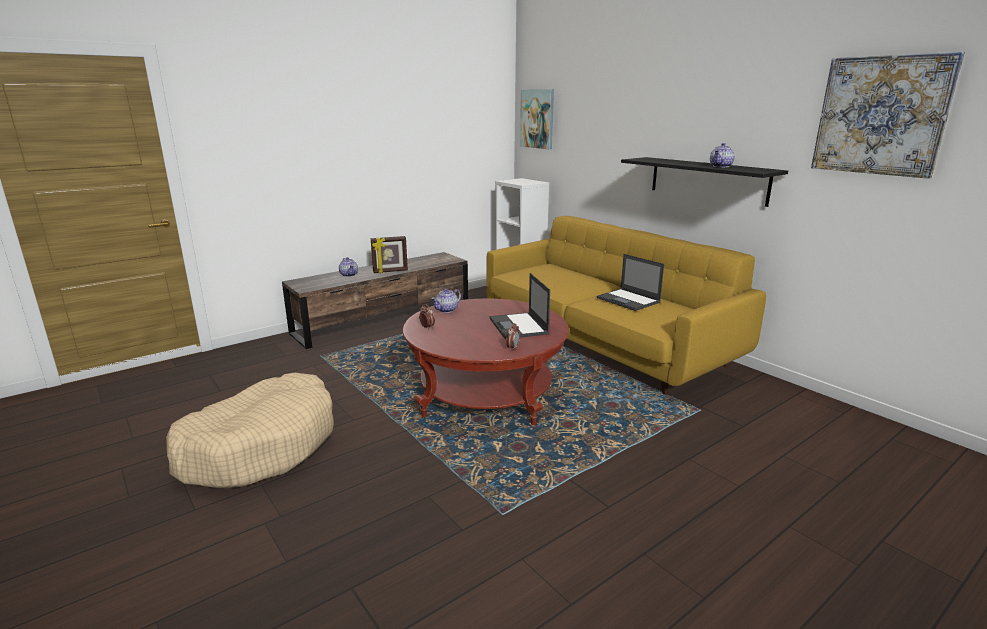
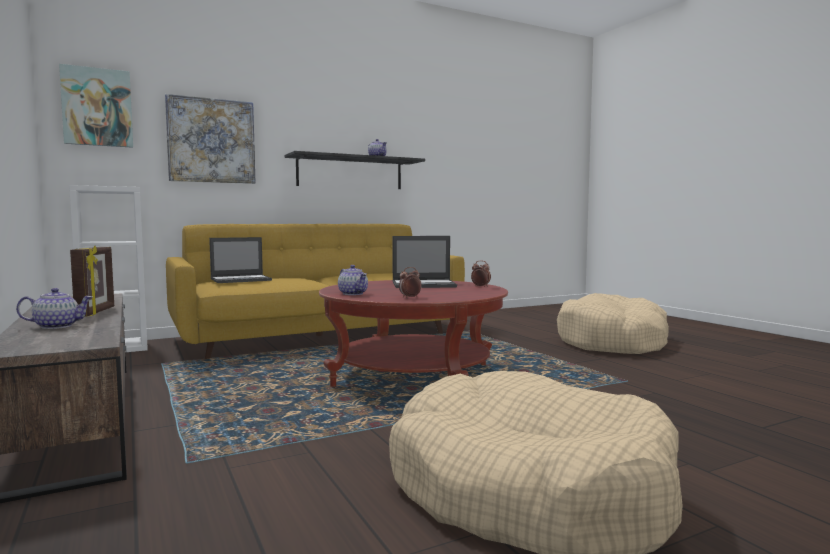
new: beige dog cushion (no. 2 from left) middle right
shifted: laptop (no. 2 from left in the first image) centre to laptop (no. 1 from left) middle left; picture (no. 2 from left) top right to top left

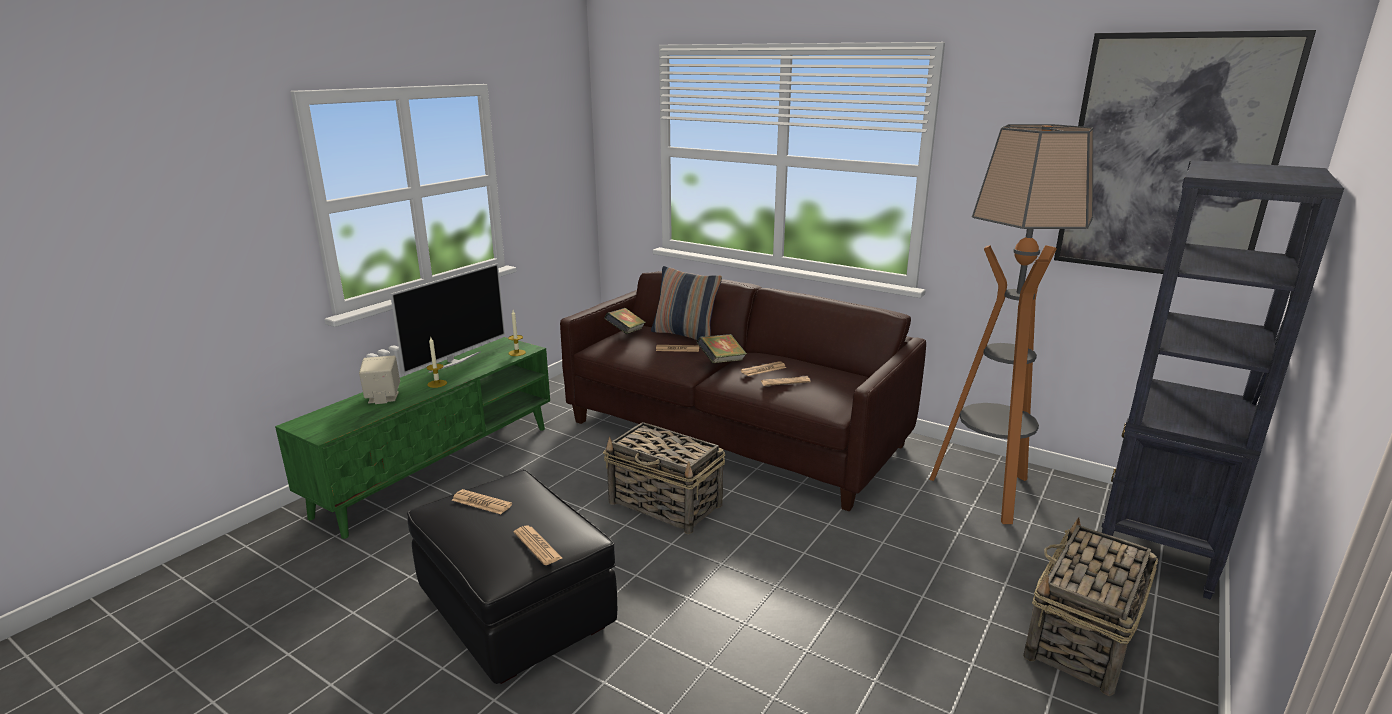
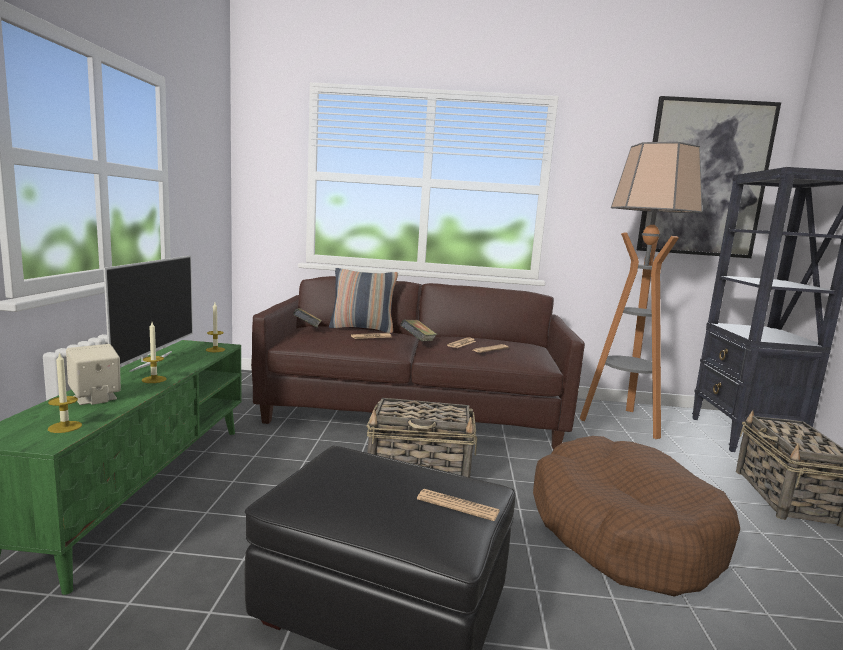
gone: daily paper (no. 1 from left) bottom centre
new: wax candle (no. 1 from left) middle left; brown-coloured dog cushion bottom right

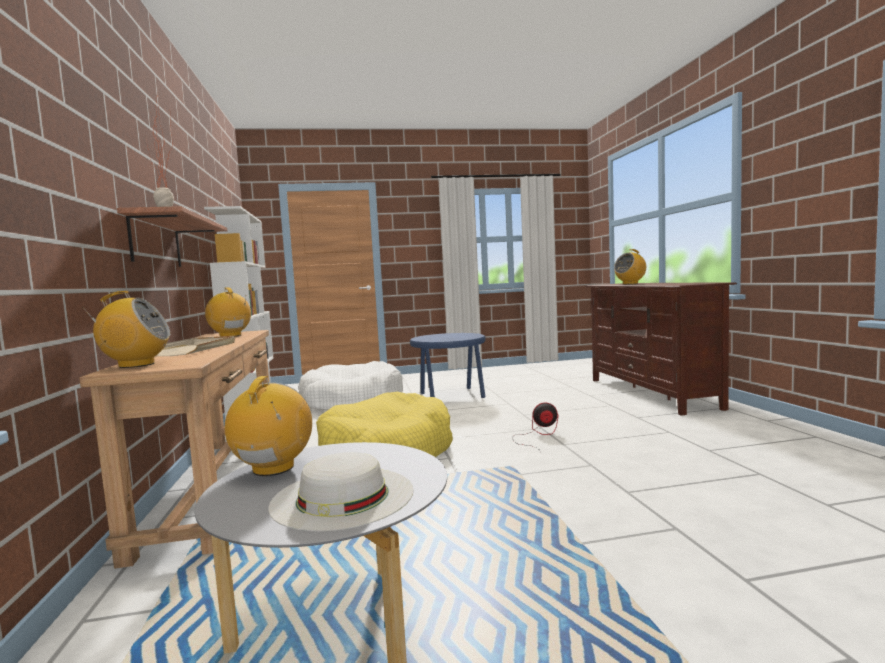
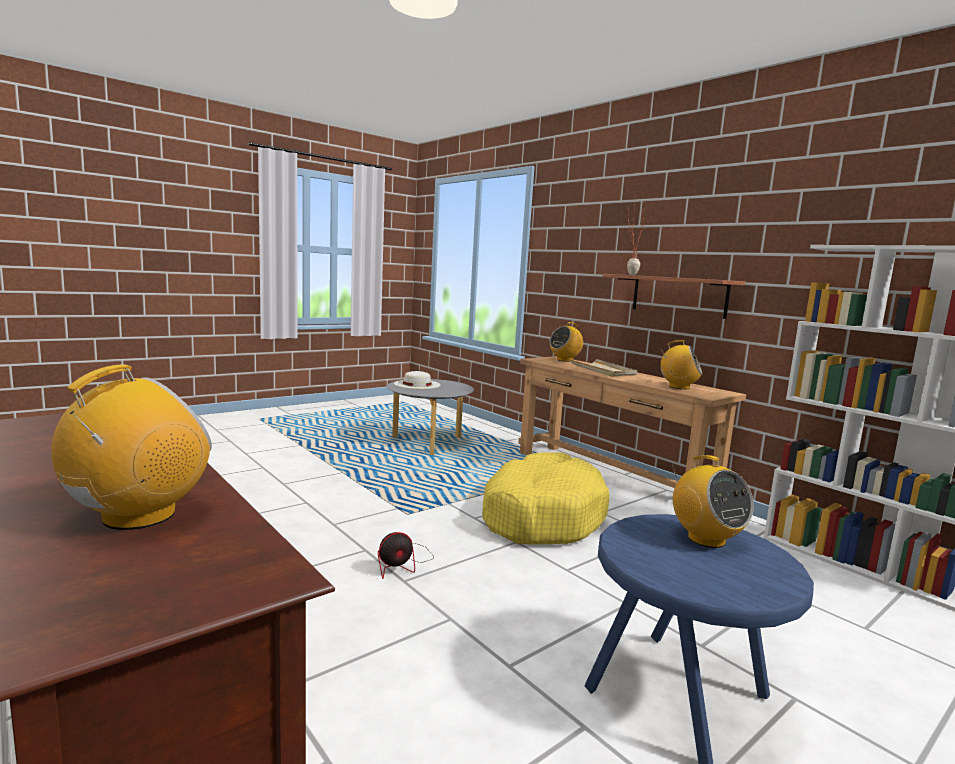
gone: white-coloured dog cushion centre
shifted: radio (no. 3 from left in the first image) middle left to radio (no. 4 from left) middle right

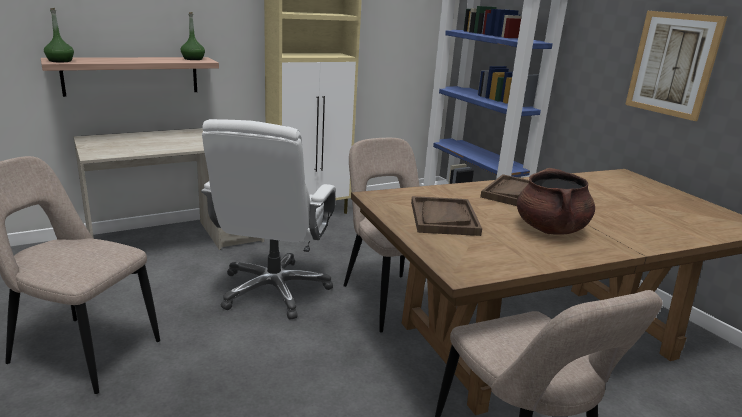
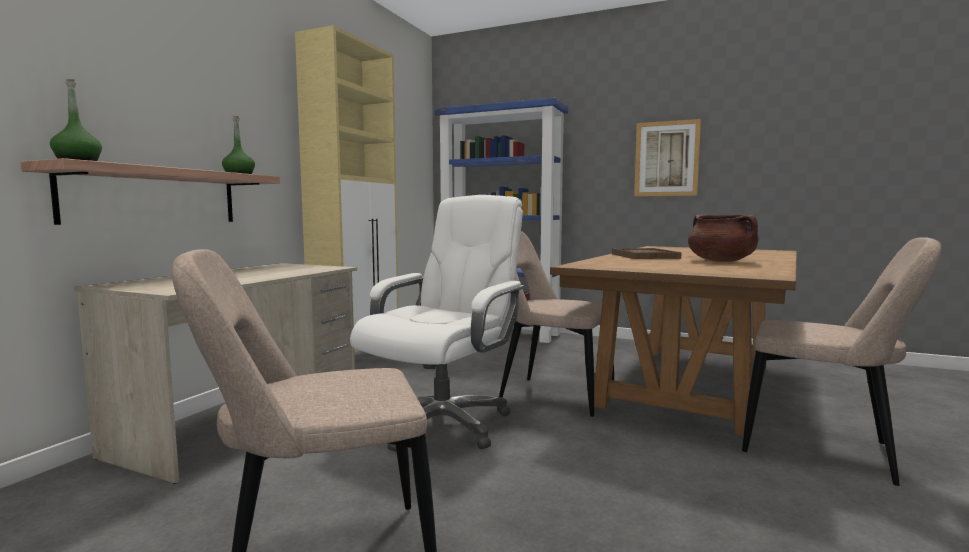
gone: brown-coloured carrying tray (no. 1 from left) centre
rotated: white-coloured computer chair centre = centre 120 degrees counterclockwise

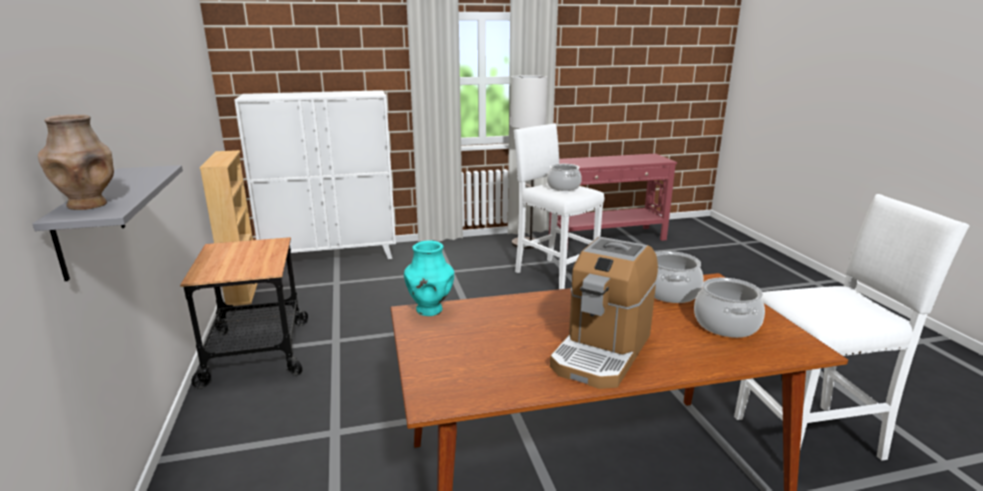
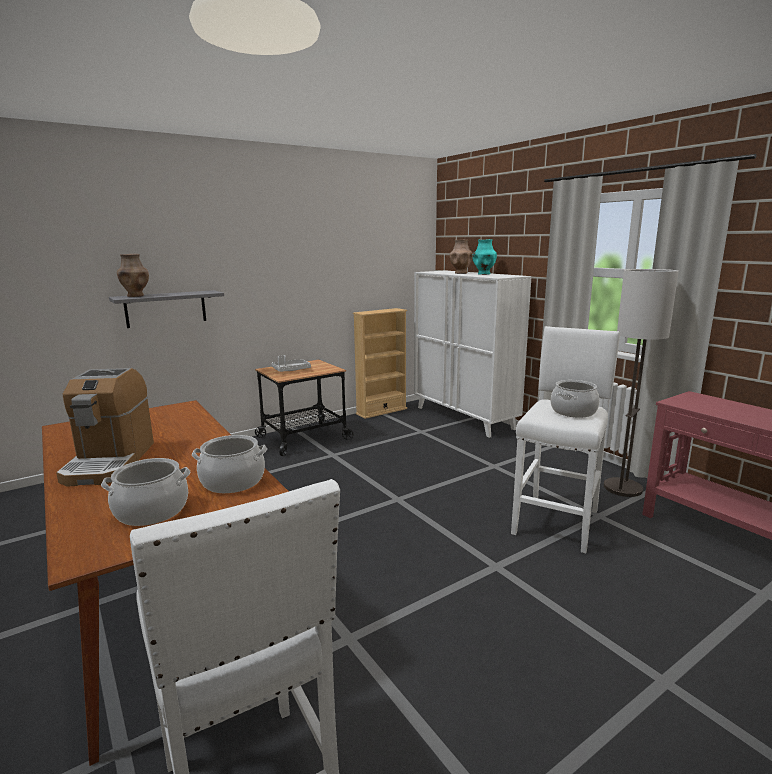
new: grey carrying tray centre; brown-coloured flower vase (no. 2 from left) top centre
shifted: turquoise-coloured flower vase centre to top centre
rotated: coffee brewer centre = middle left 105 degrees counterclockwise

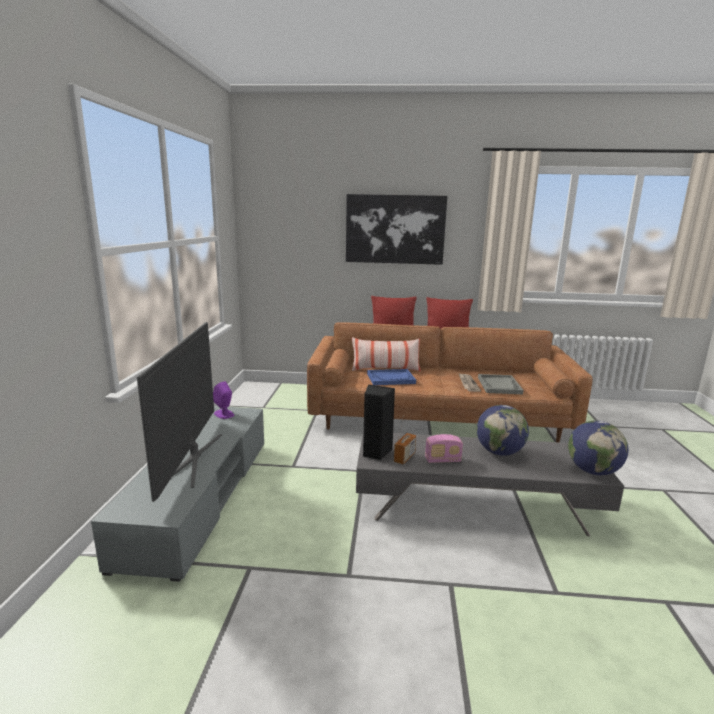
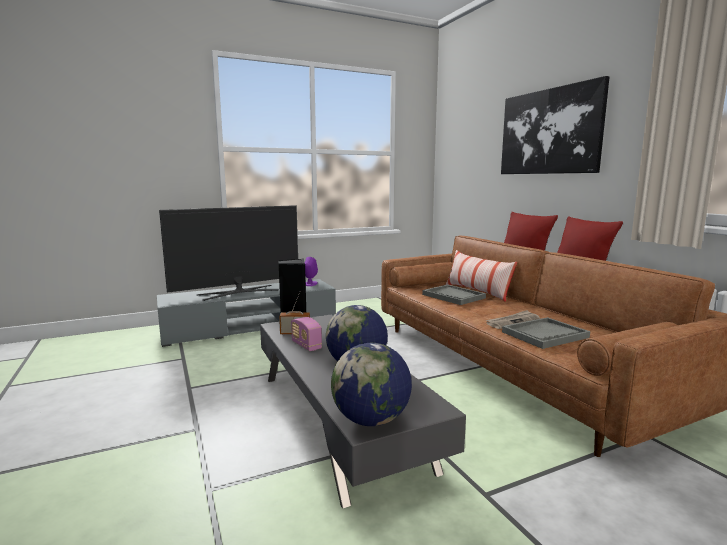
repainted: bluish carrying tray centre to grey carrying tray (no. 1 from left) centre

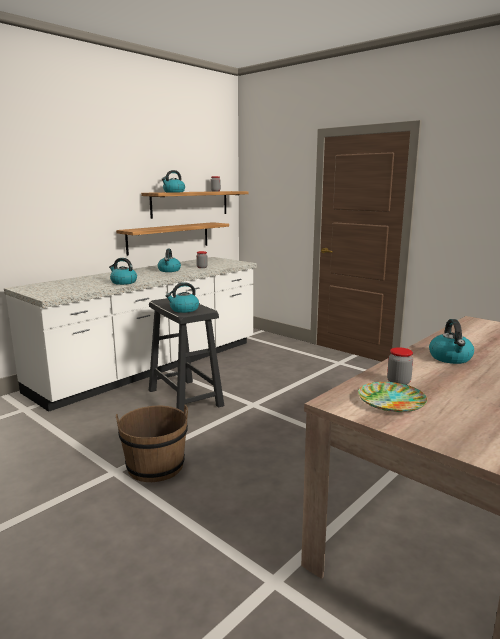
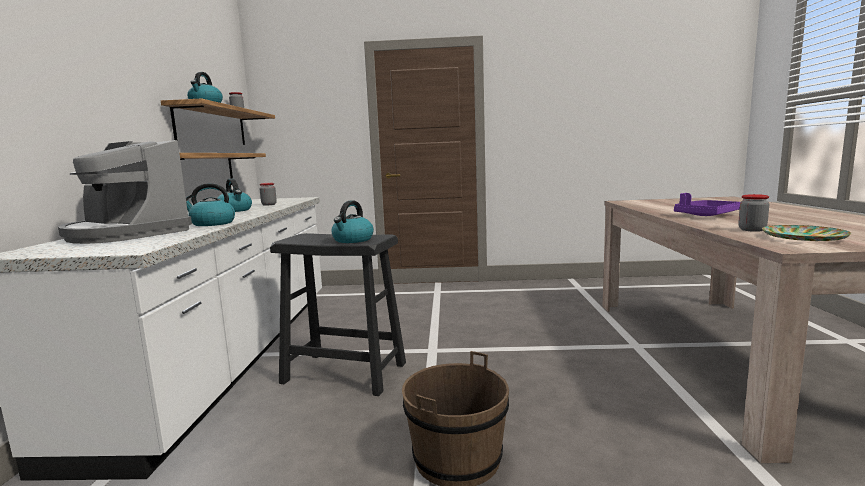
new: coffee brewer middle left
swapped: water kettle (no. 5 from left) middle right to purple-coloured carrying tray middle right

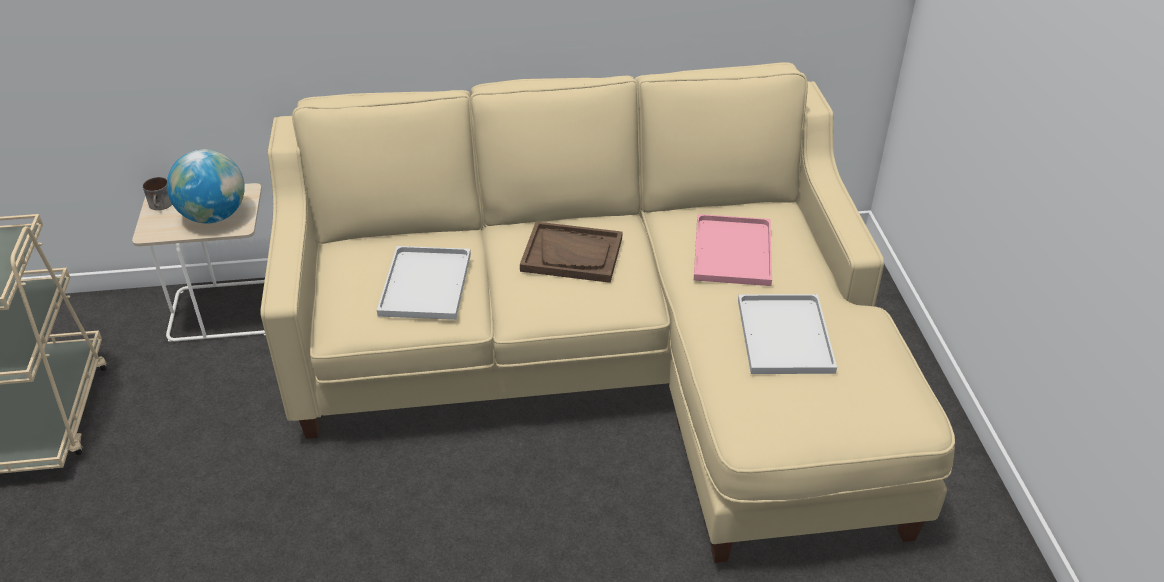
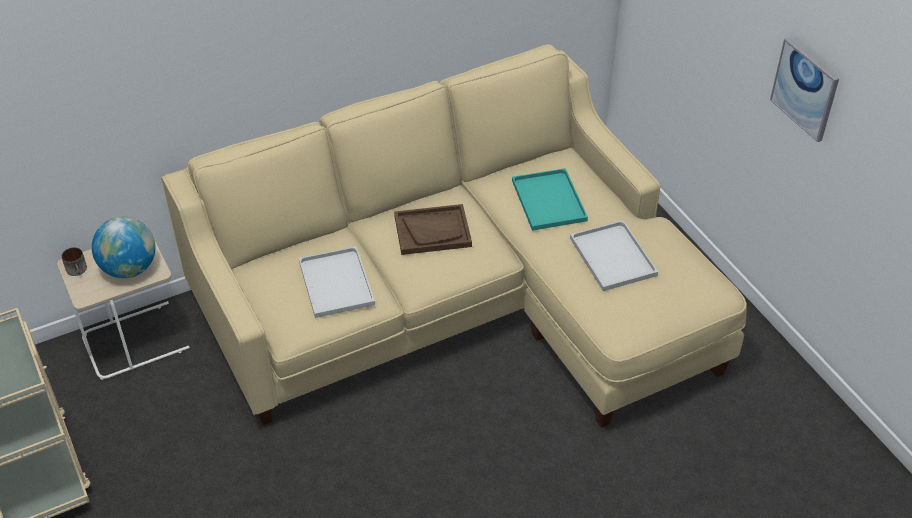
new: picture top right
repainted: pinkish carrying tray centre to turquoise-coloured carrying tray centre

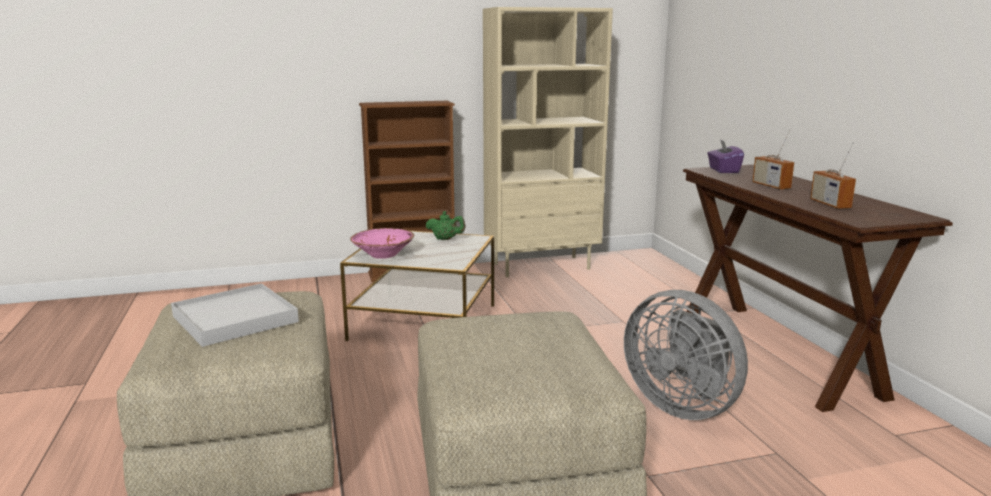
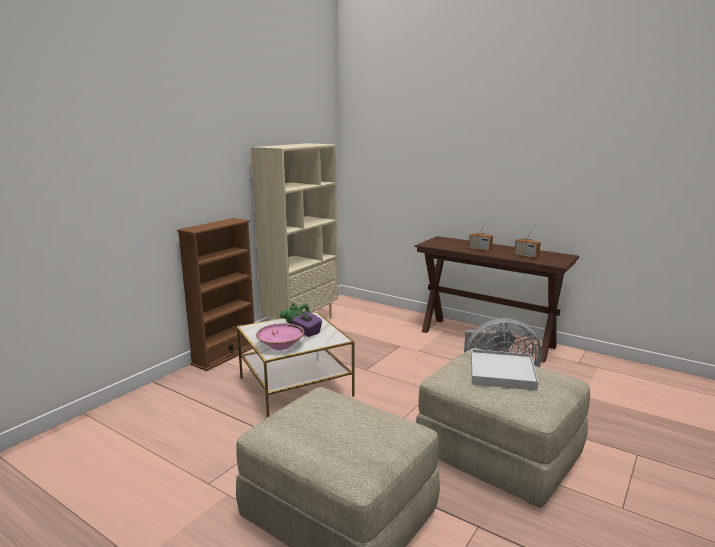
shifted: white-coloured carrying tray middle left to bottom right; purple-coloured tissue box top right to centre

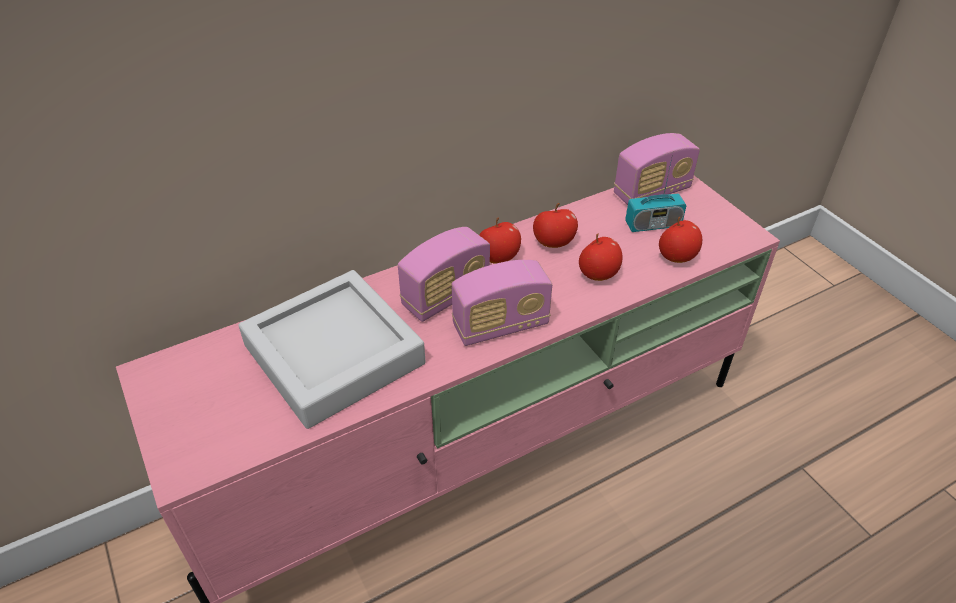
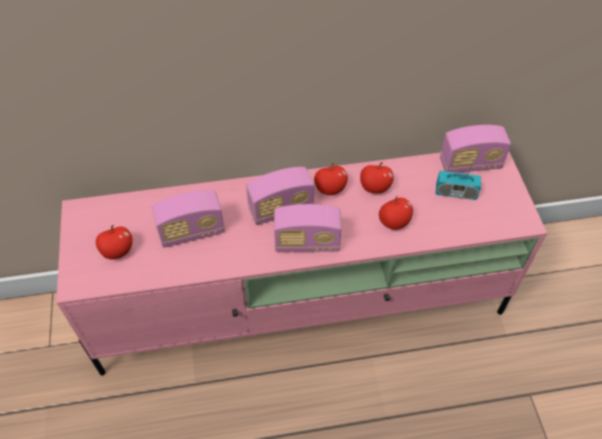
shifted: apple (no. 4 from left in the first image) middle right to apple (no. 1 from left) middle left
swapped: grey carrying tray centre to radio (no. 1 from left) middle left

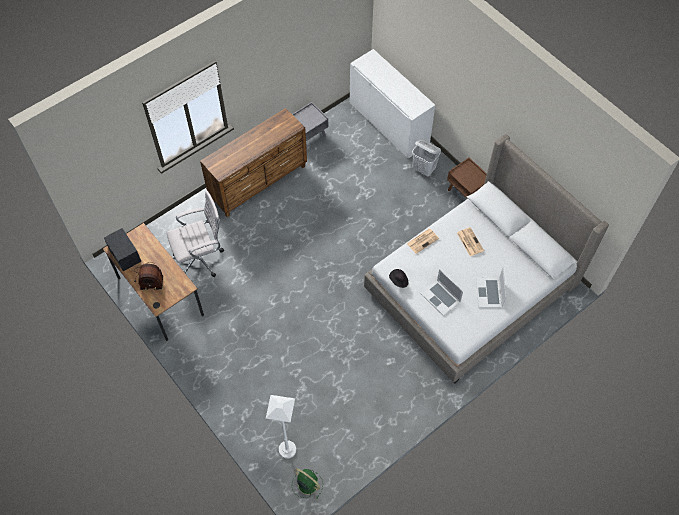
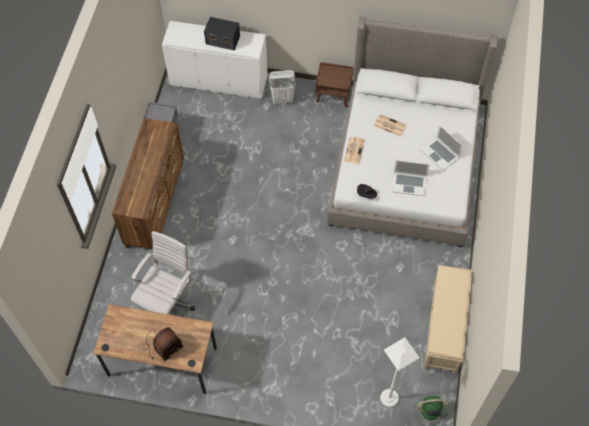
new: beige indoor bench bottom right
shifted: radio (no. 1 from left in the first image) middle left to radio (no. 2 from left) top centre

